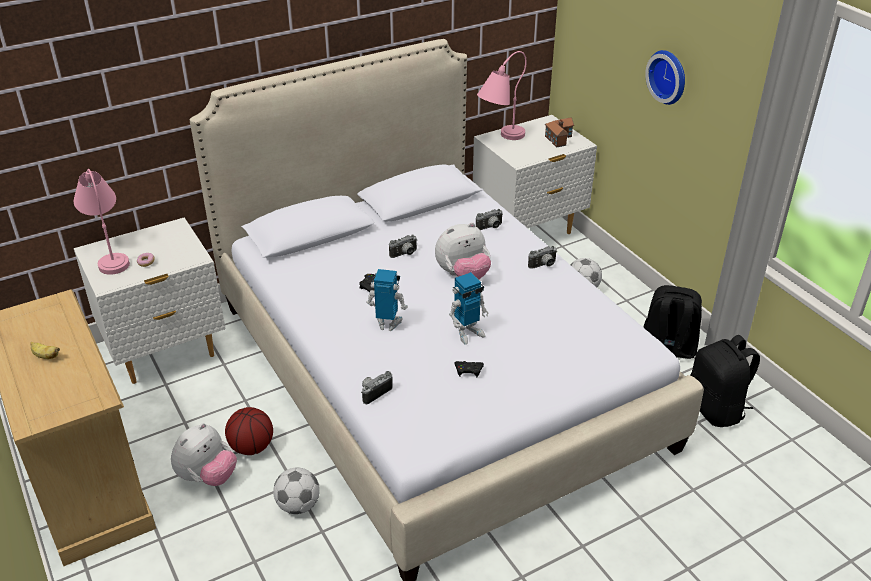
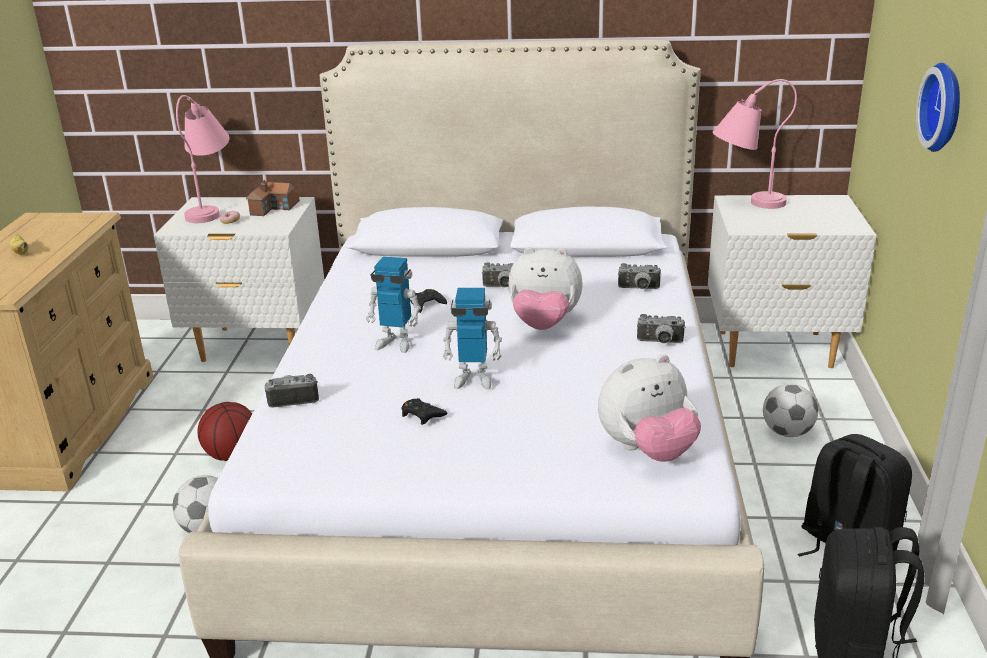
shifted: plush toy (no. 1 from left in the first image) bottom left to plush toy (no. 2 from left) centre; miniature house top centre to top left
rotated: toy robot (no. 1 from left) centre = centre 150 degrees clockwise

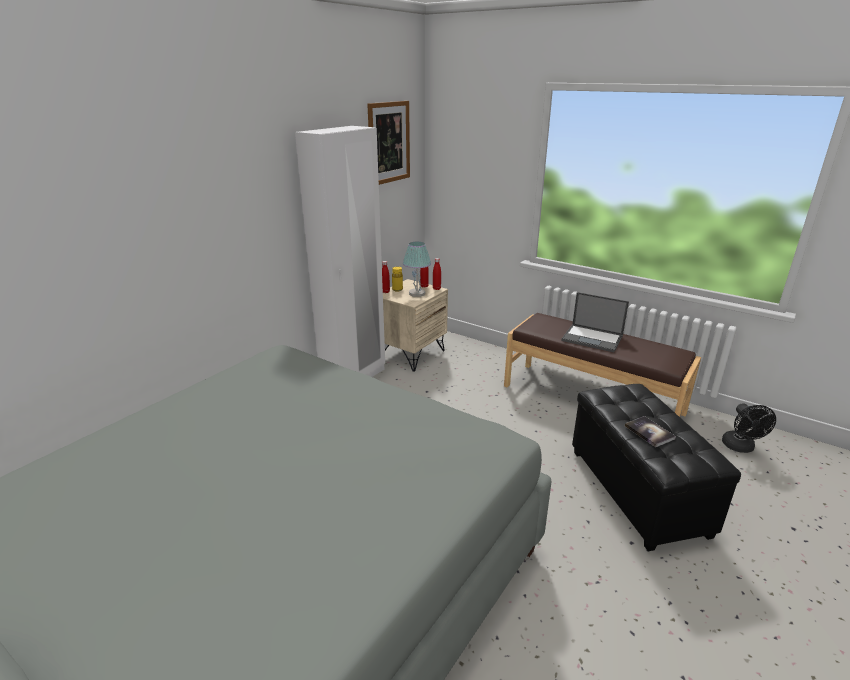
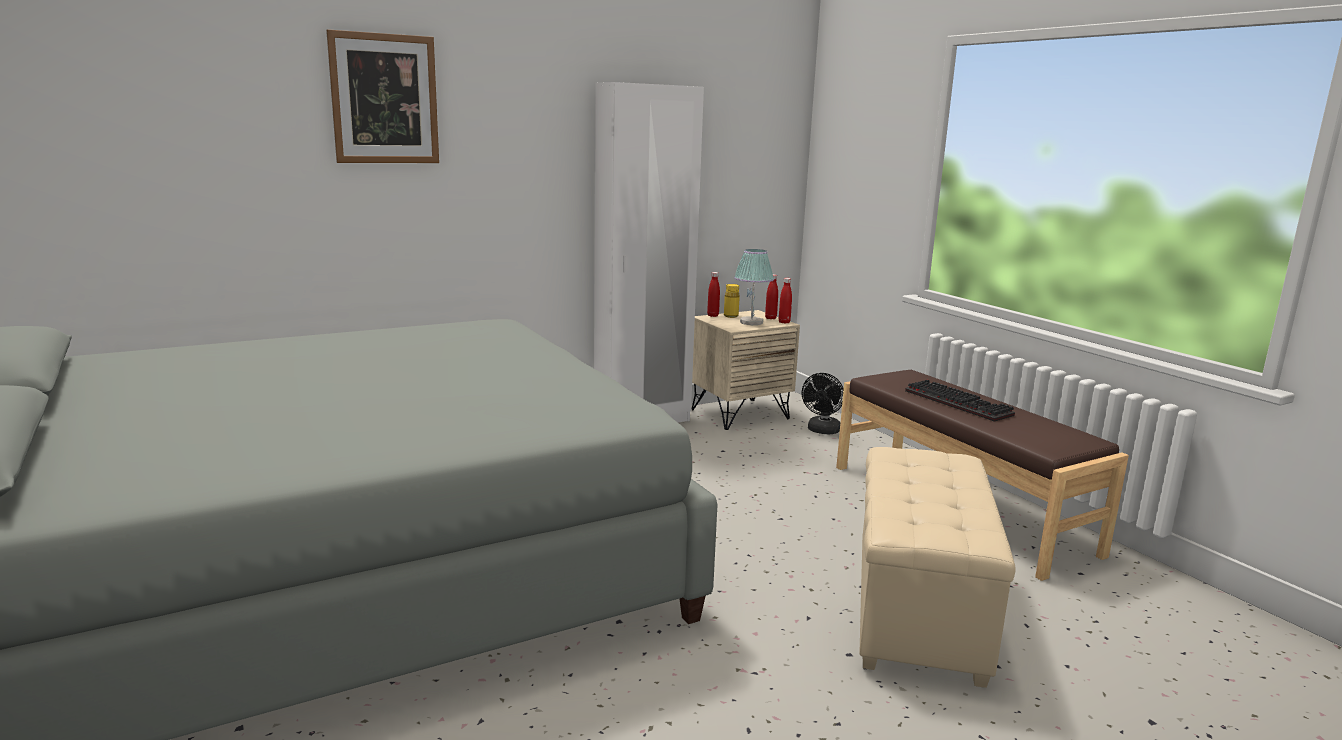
gone: volume middle right
shifted: picture top centre to top left; black fan middle right to centre
swapped: laptop middle right to computer keyboard middle right
repainted: black pouffe bottom right to beige pouffe bottom right

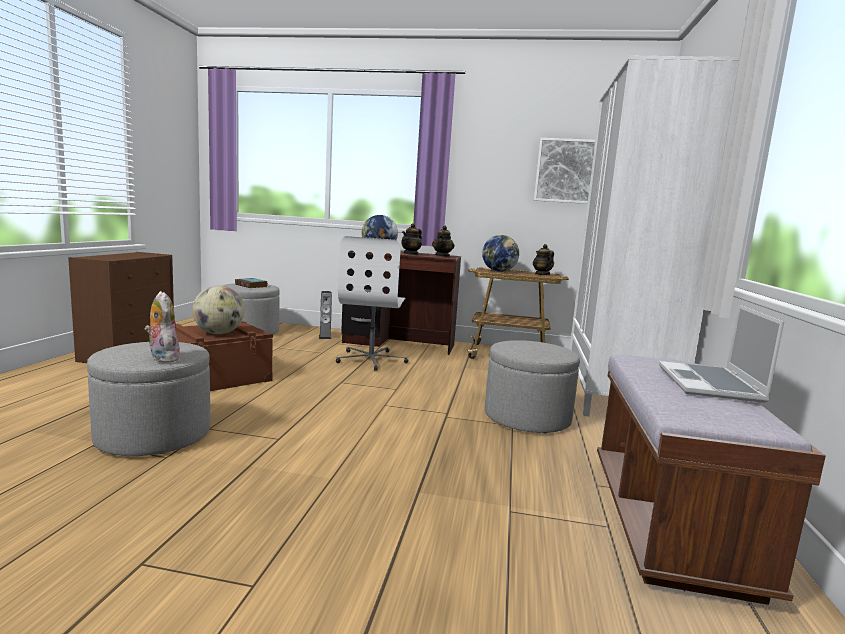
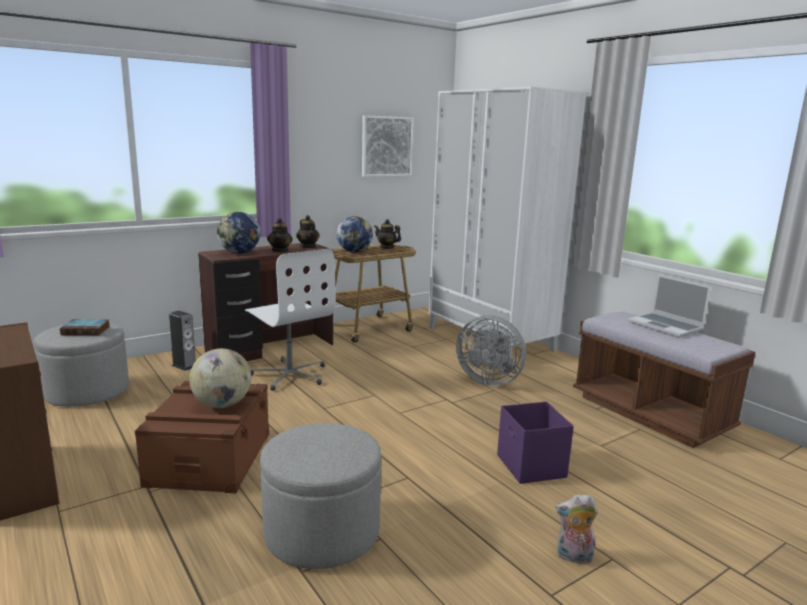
new: purple-coloured storage bin bottom centre
shifted: plush toy middle left to bottom right
swapped: grey pouffe (no. 3 from left) centre to grey fan centre

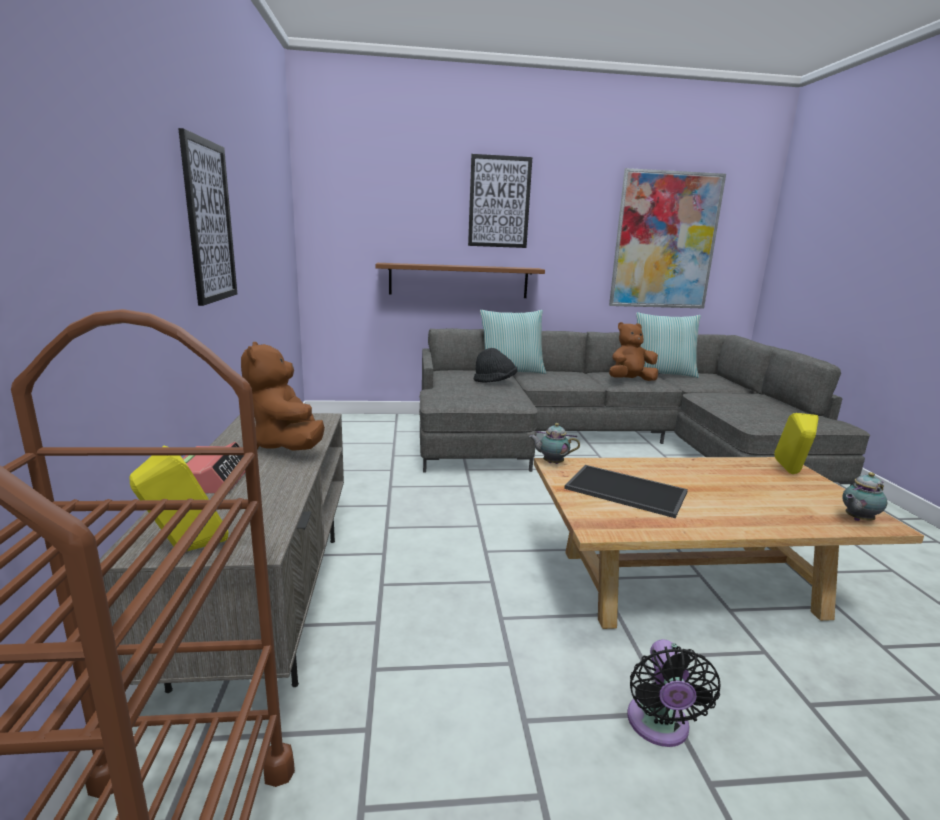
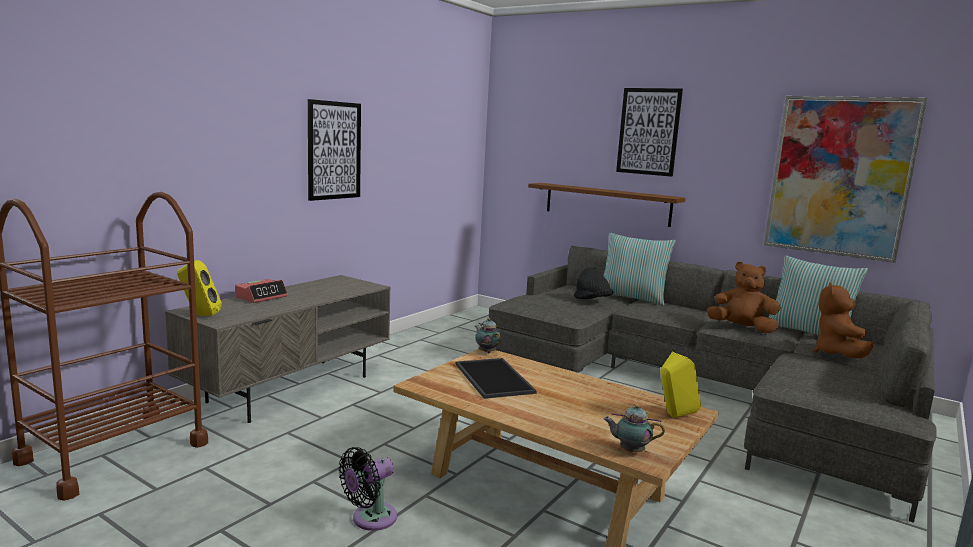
shifted: brown-coloured plush toy (no. 1 from left in the first image) middle left to brown-coloured plush toy (no. 2 from left) middle right

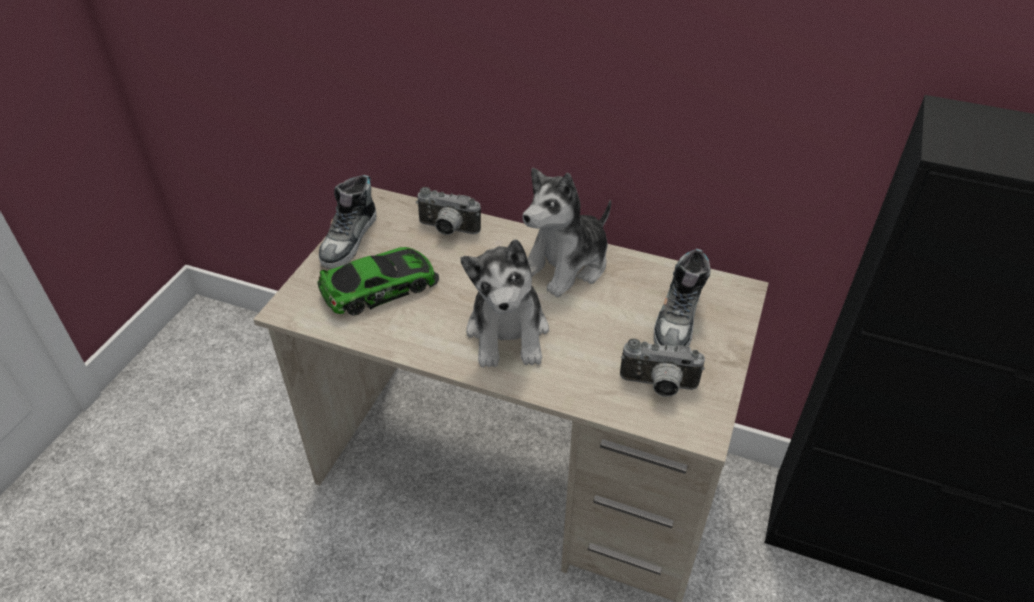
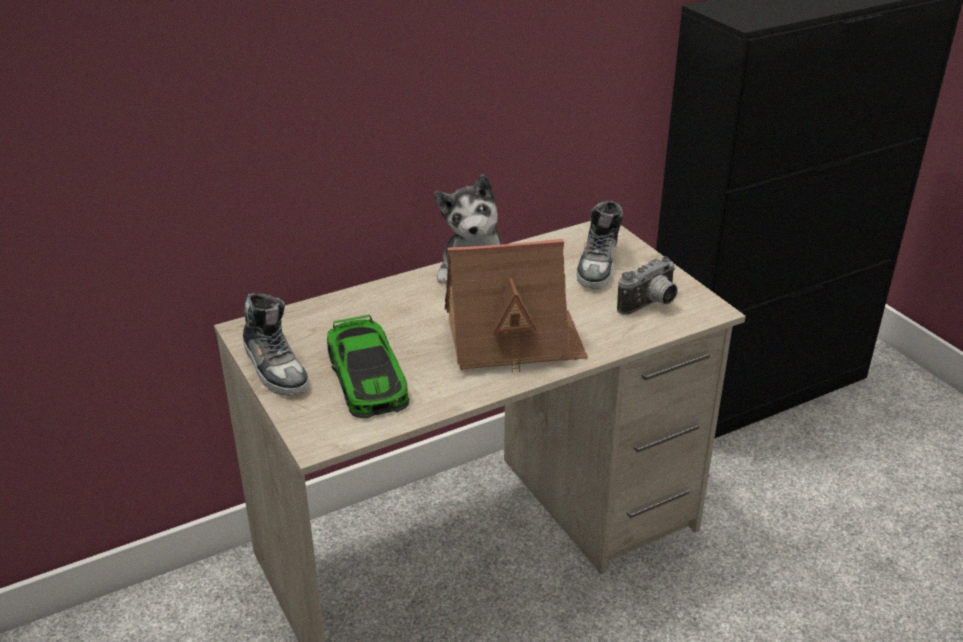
gone: still camera (no. 1 from left) centre
swapped: plush toy (no. 1 from left) centre to miniature house centre
rotated: miniature car centre = centre 150 degrees clockwise; shoe (no. 2 from left) centre = centre 45 degrees clockwise

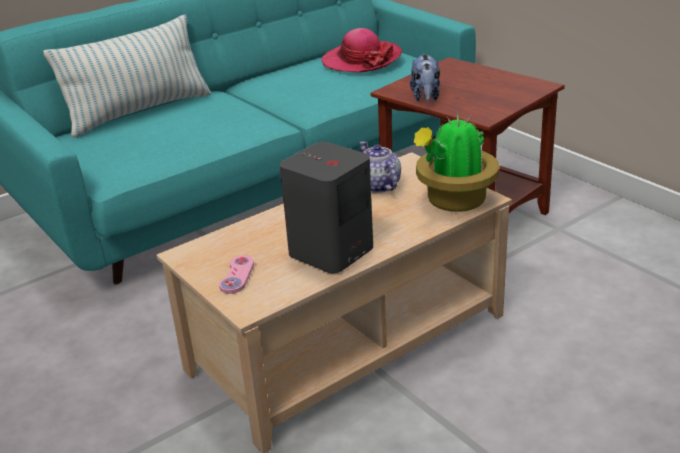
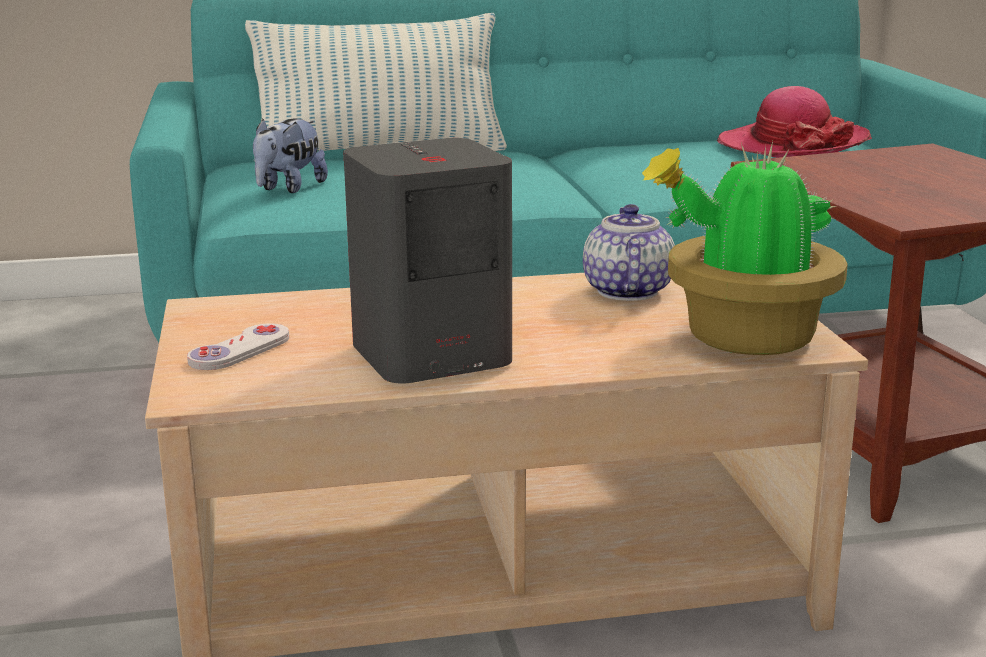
shifted: plush toy top centre to top left
repainted: pinkish joypad centre to white-coloured joypad middle left

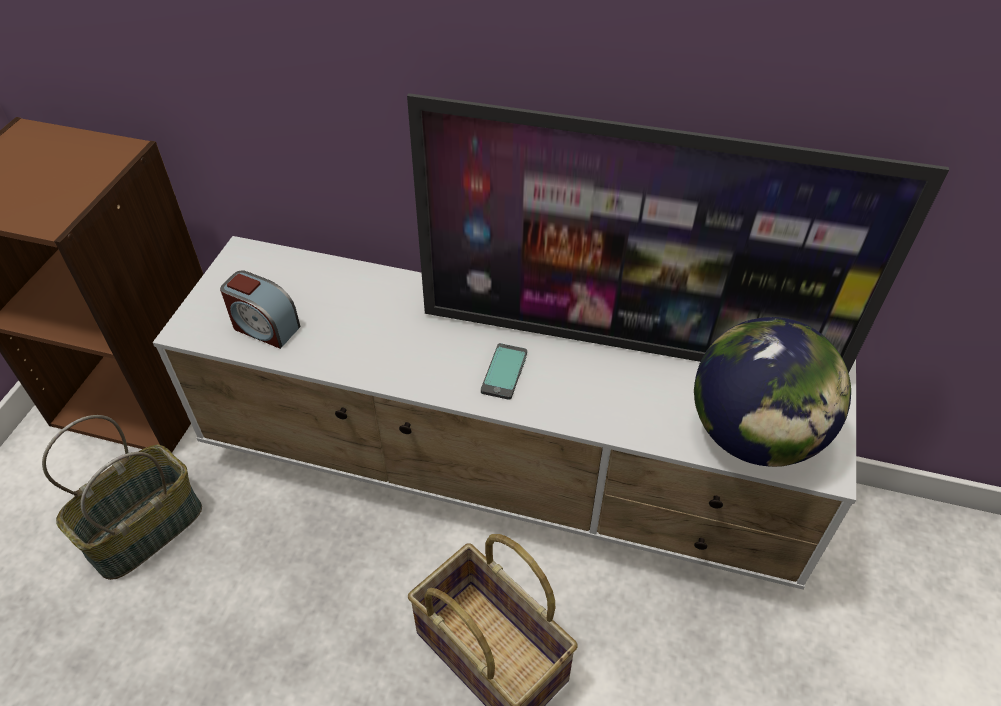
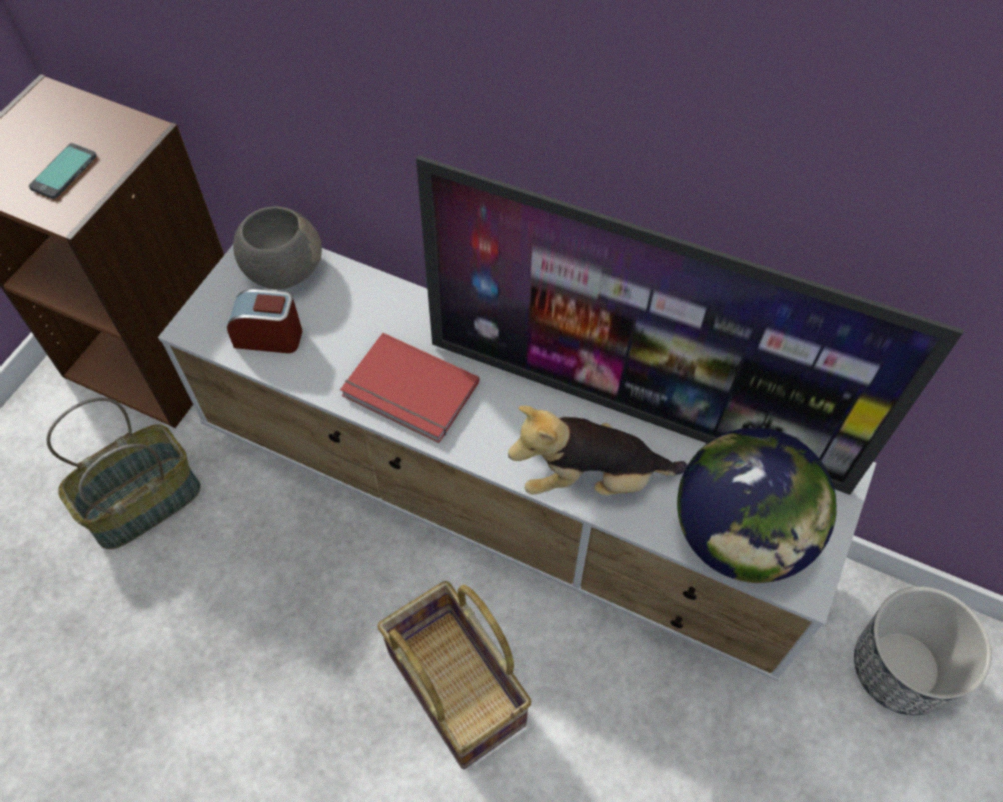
new: grey serving bowl top left; reddish volume centre; plush toy centre; plant pot bottom right
shifted: handset centre to top left
rotated: alarm clock middle left = middle left 150 degrees clockwise

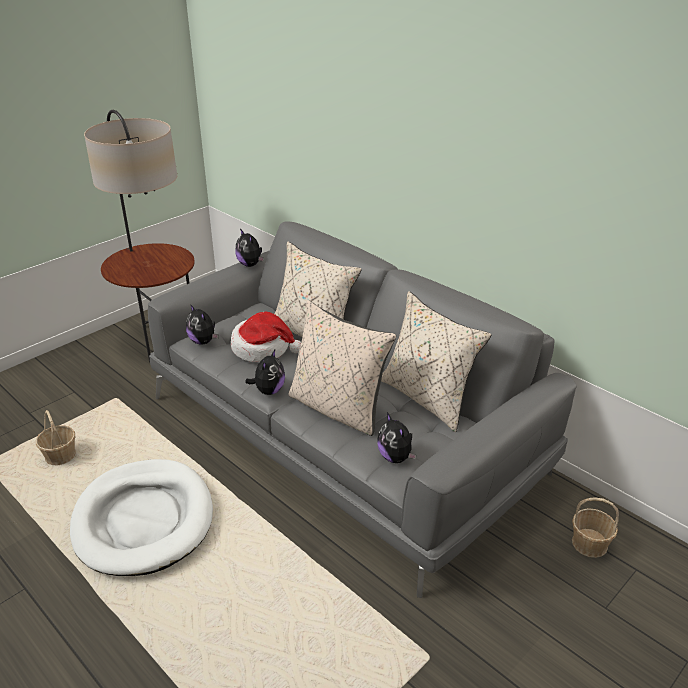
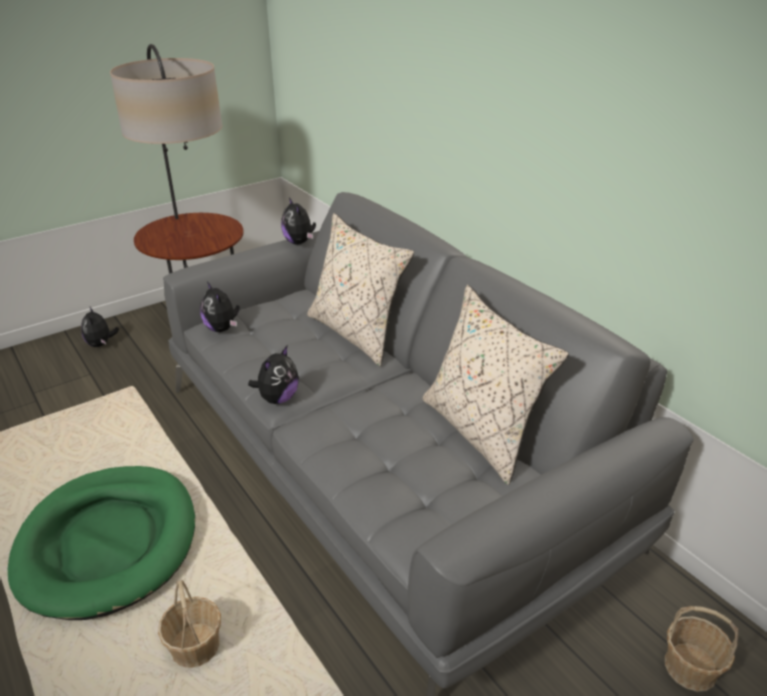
gone: clothing hat centre; beige throw pillow (no. 2 from left) centre
shifted: household basket (no. 1 from left) middle left to bottom left; plush toy (no. 4 from left in the first image) centre to plush toy (no. 1 from left) middle left
repainted: white-coloured dog cushion bottom left to green dog cushion bottom left

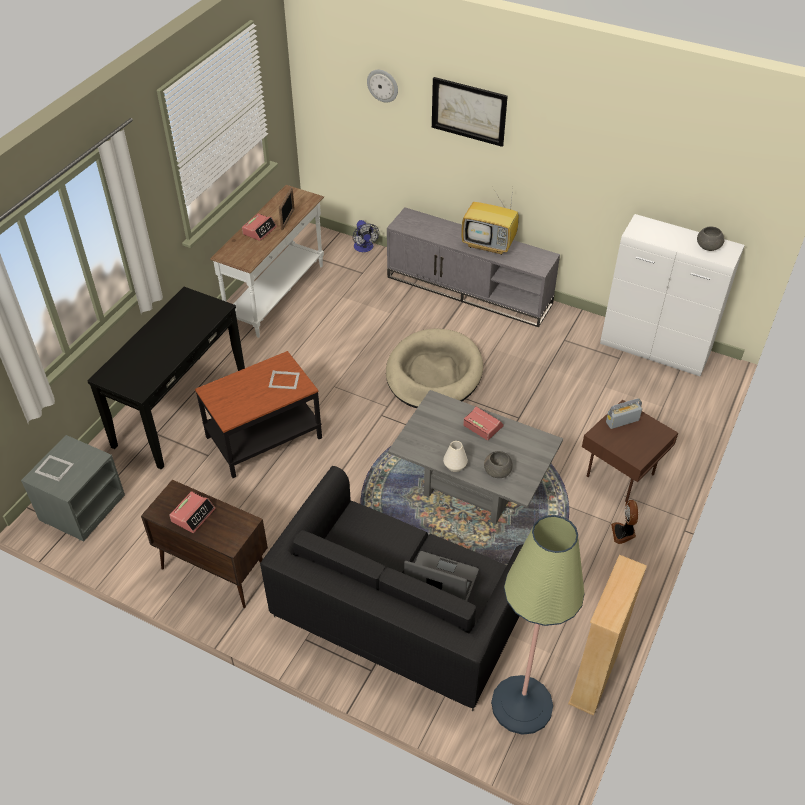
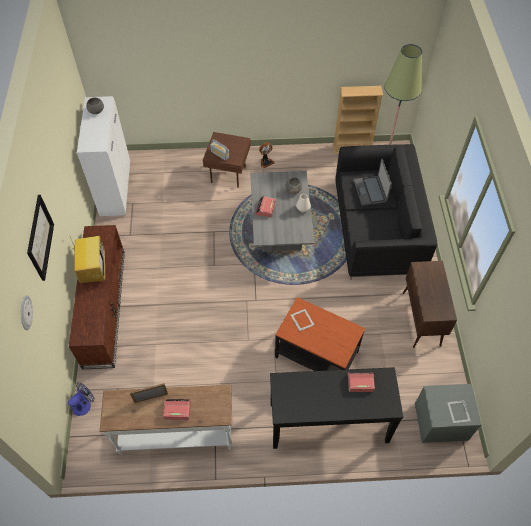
gone: beige dog cushion centre
shifted: alarm clock (no. 1 from left in the first image) middle left to alarm clock (no. 3 from left) bottom right
repainted: grey tv unit top centre to brown-coloured tv unit middle left

